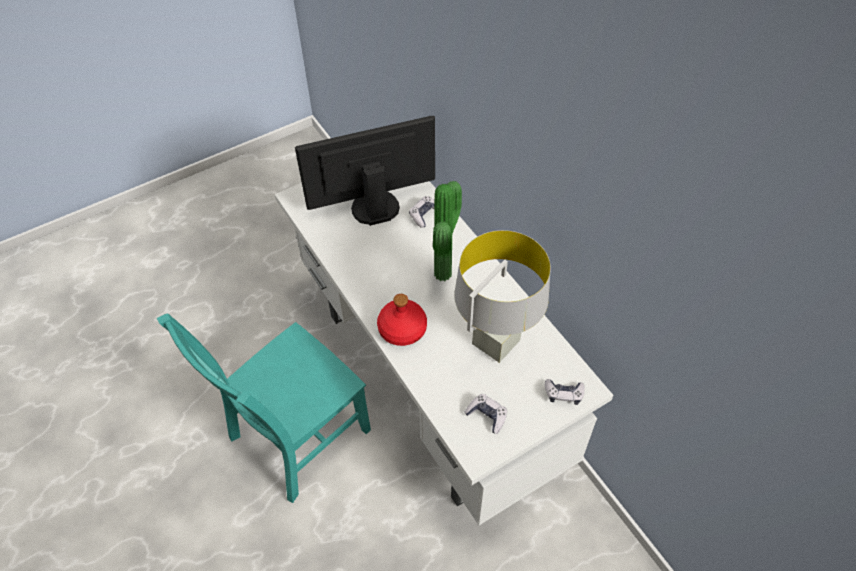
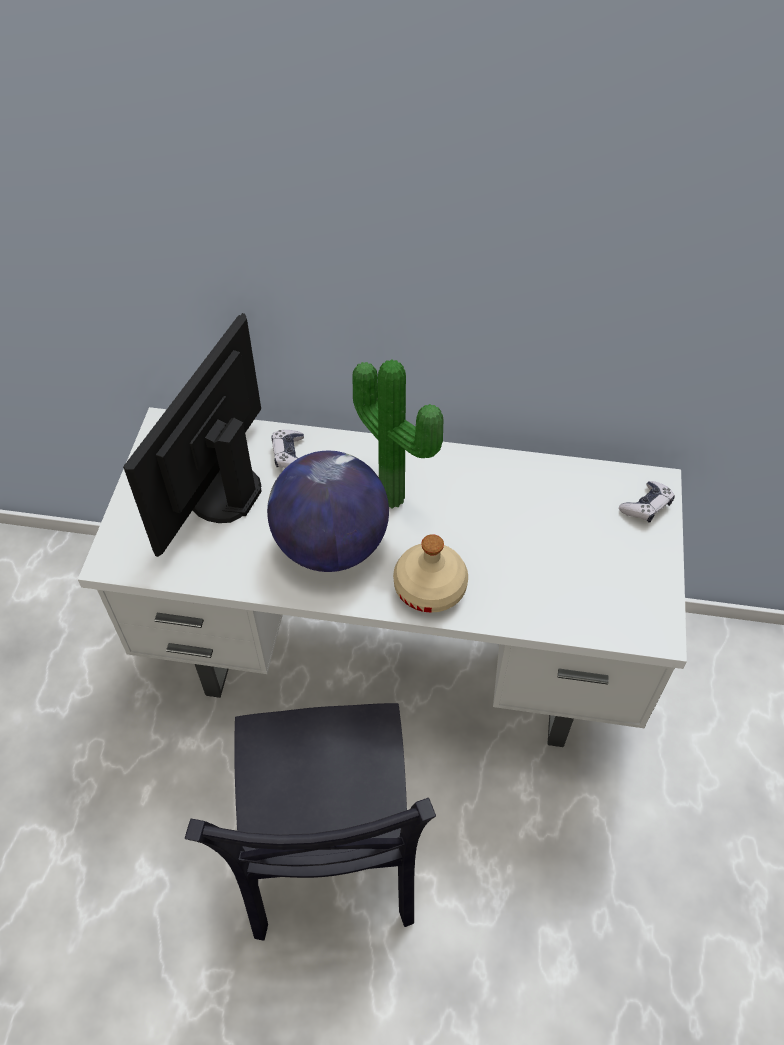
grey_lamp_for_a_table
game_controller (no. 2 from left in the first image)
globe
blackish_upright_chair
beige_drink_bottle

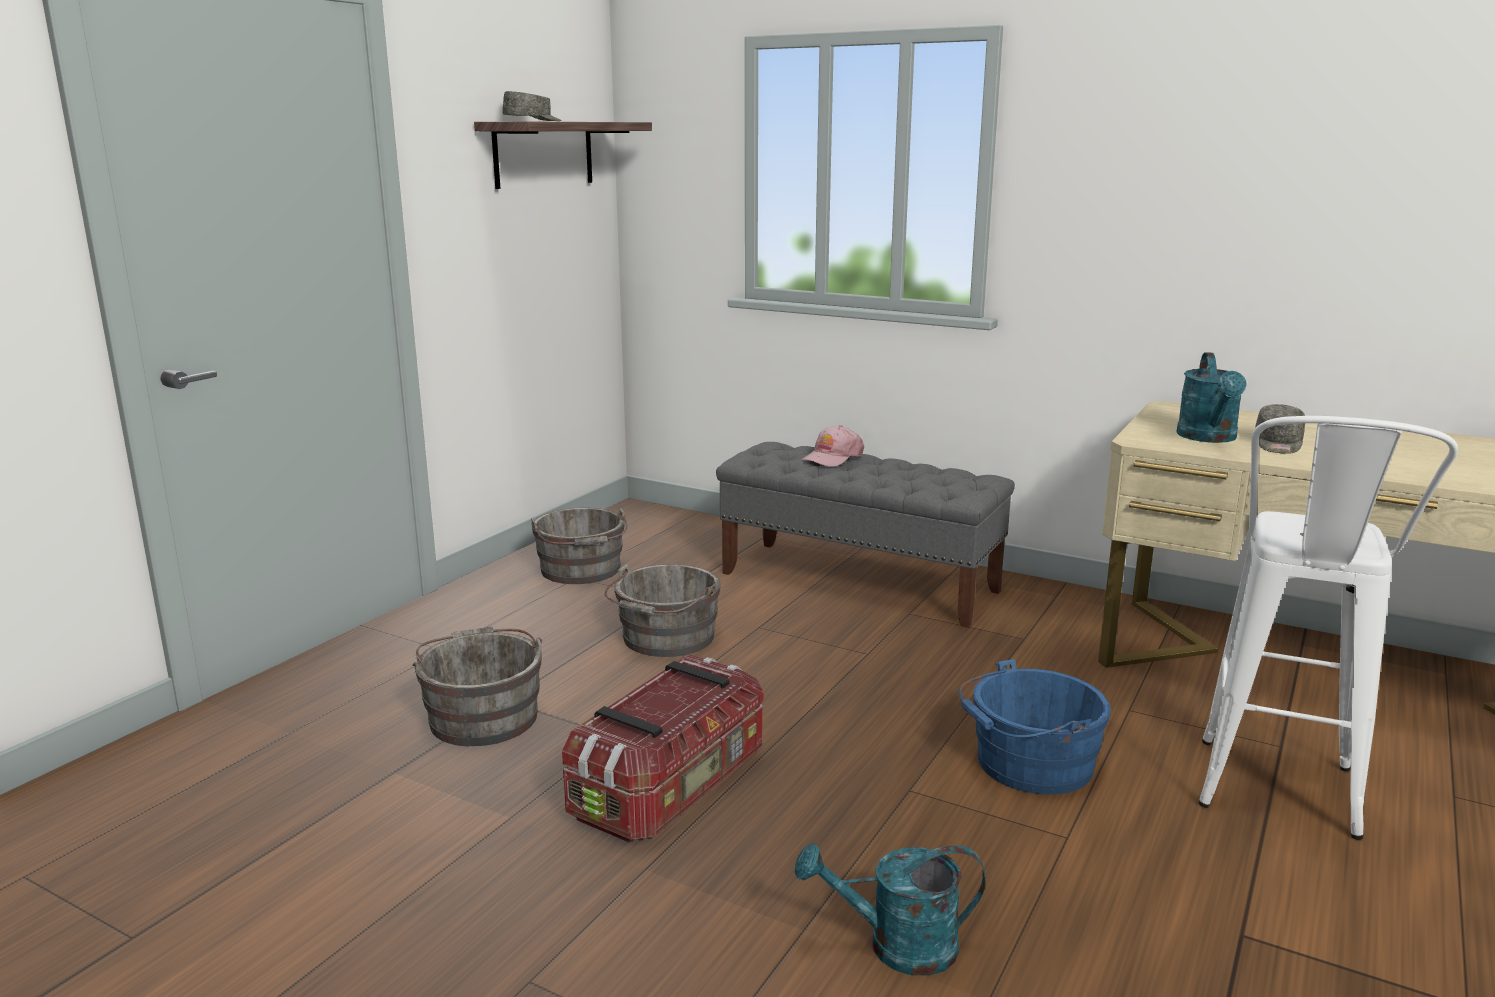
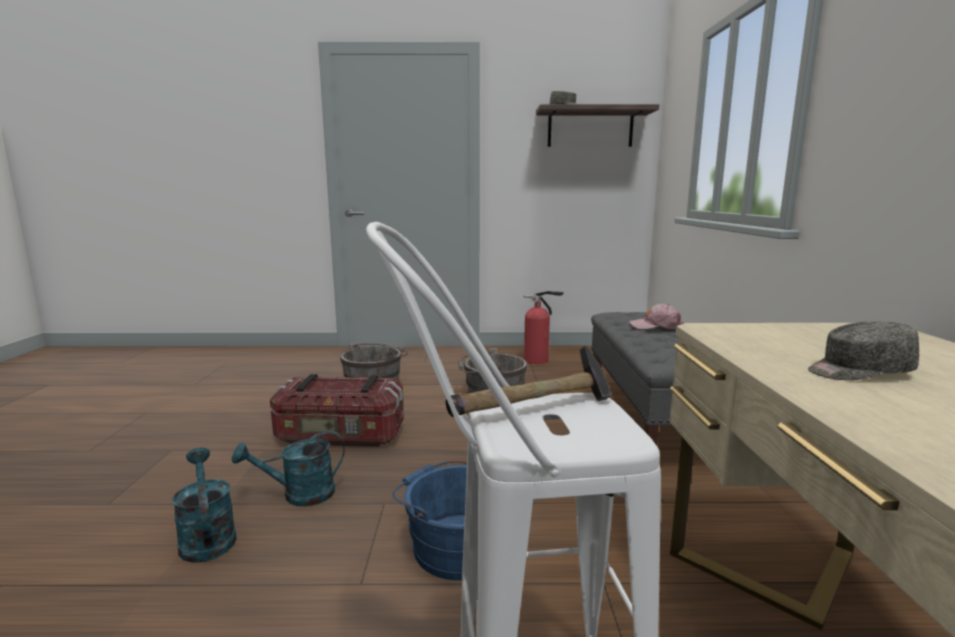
hammer
blue-green_watering_pot (no. 2 from left)
extinguisher

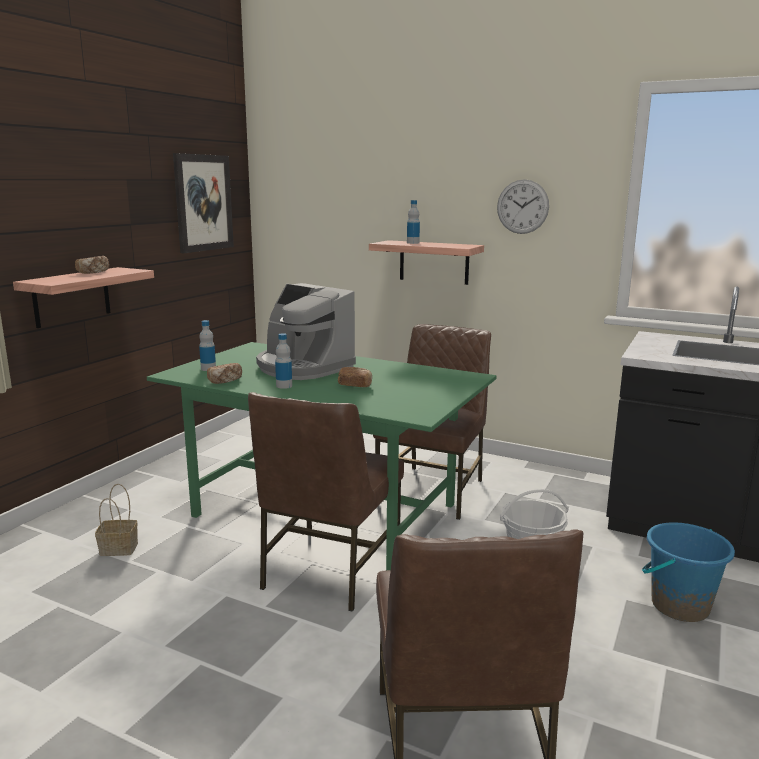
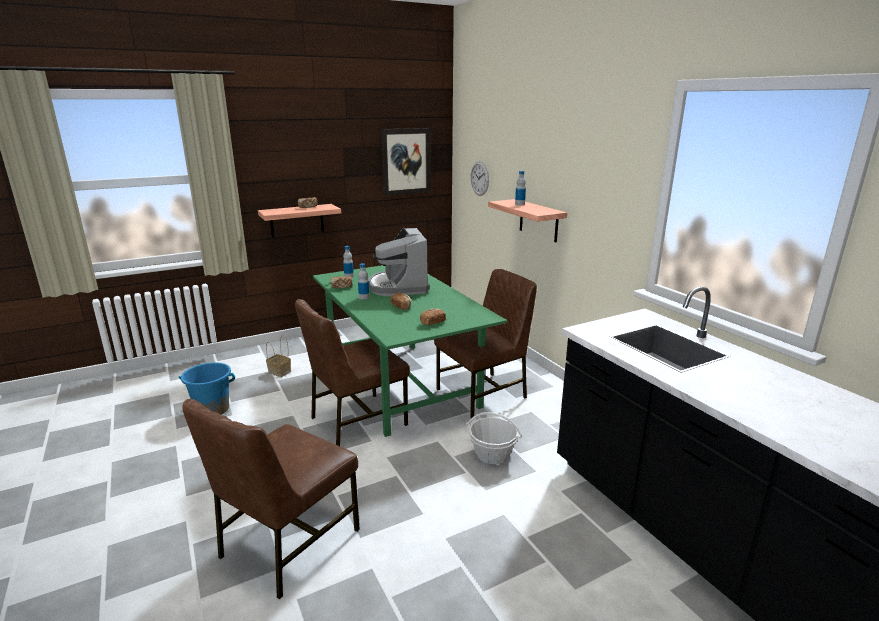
bakery_bread (no. 4 from left)
wall_clock
bluish_bucket

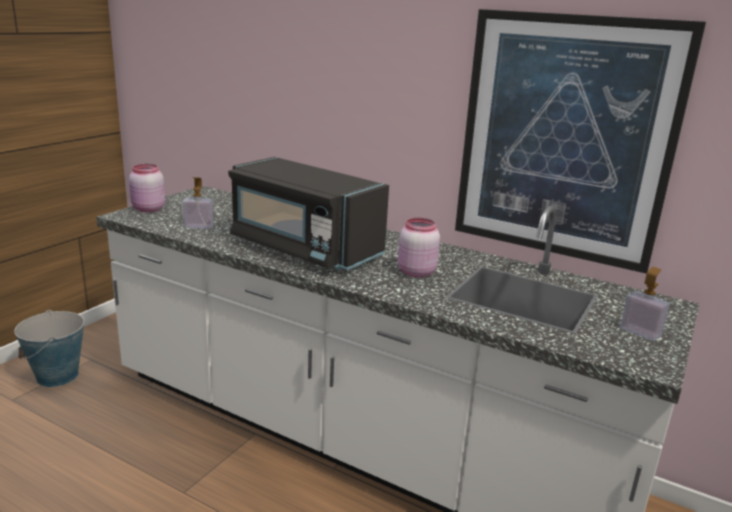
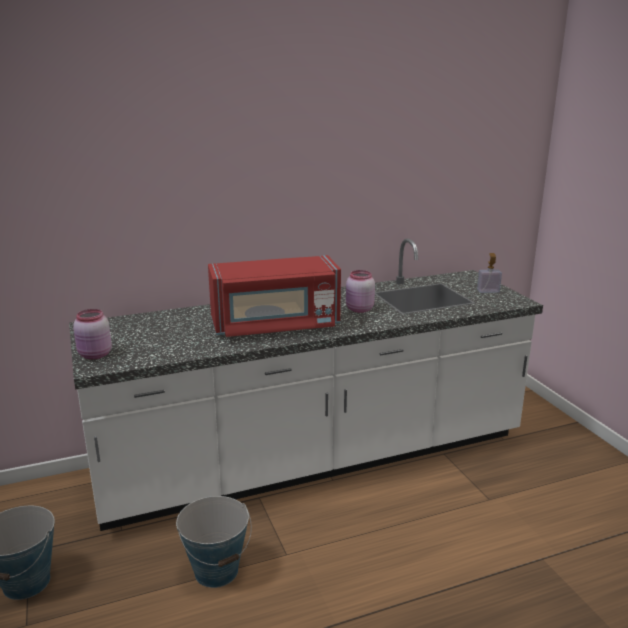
liquid_soap_bottle (no. 1 from left in the first image)
picture
bucket (no. 2 from left)
reddish_microwave

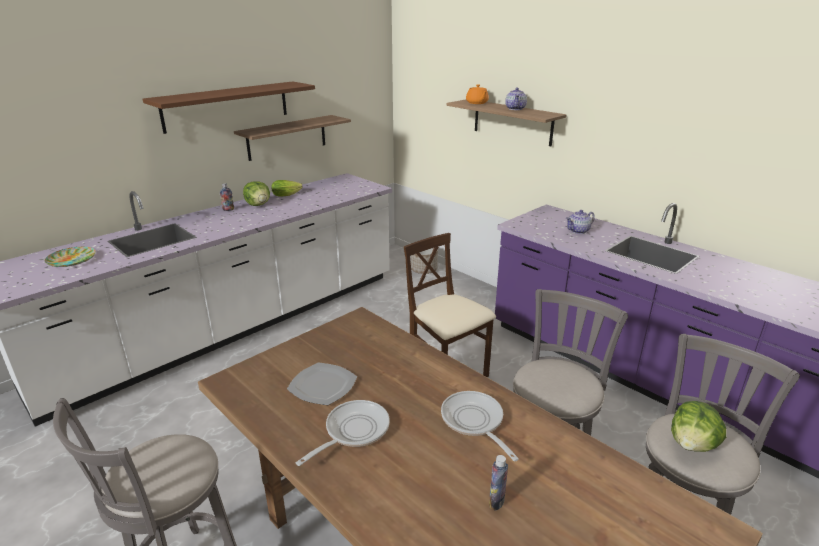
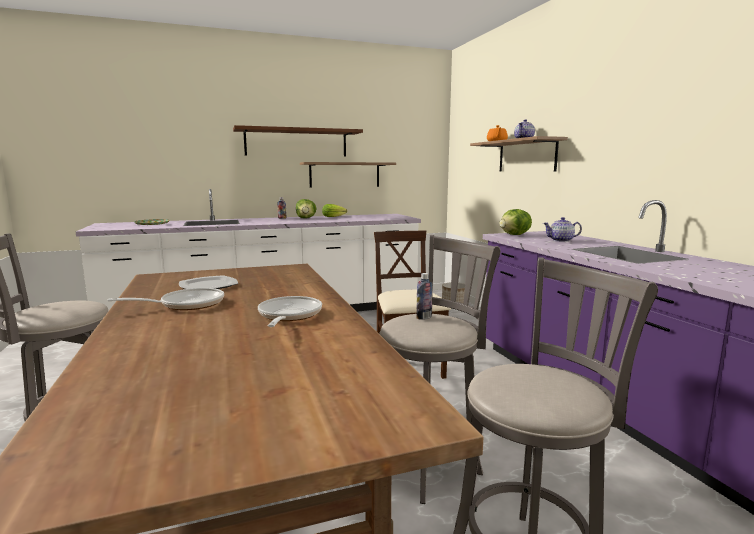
drink_bottle (no. 2 from left)
lettuce_head (no. 3 from left)

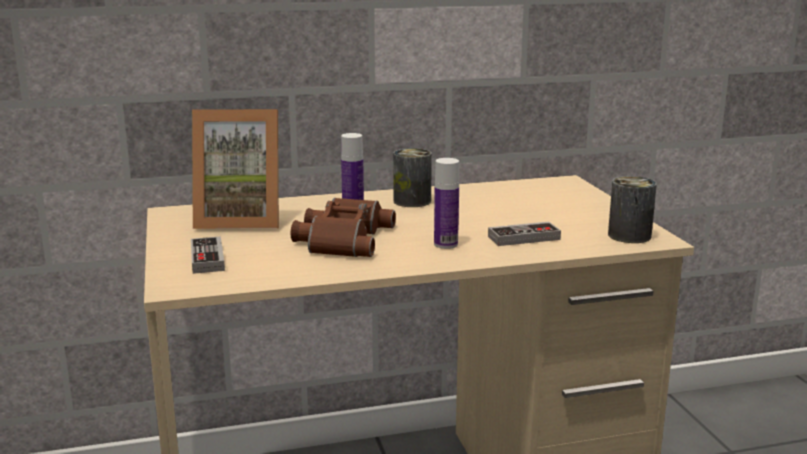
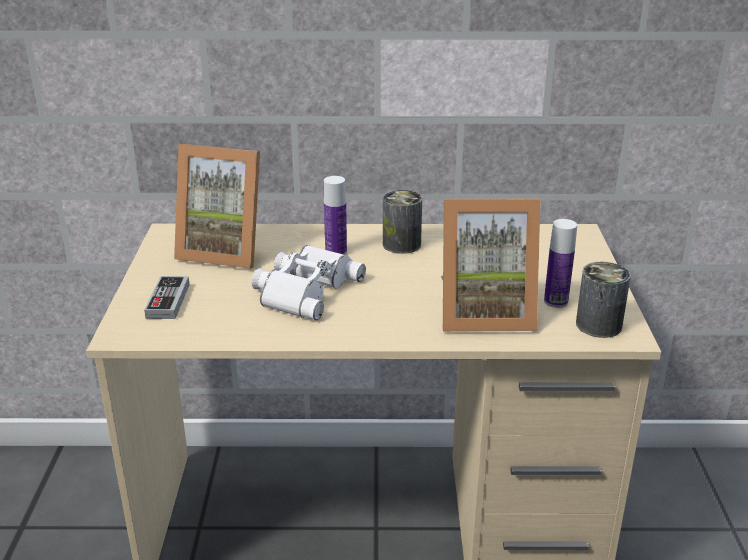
drink_bottle (no. 2 from left)
standing_frame (no. 2 from left)
white-coloured_pair_of_binoculars

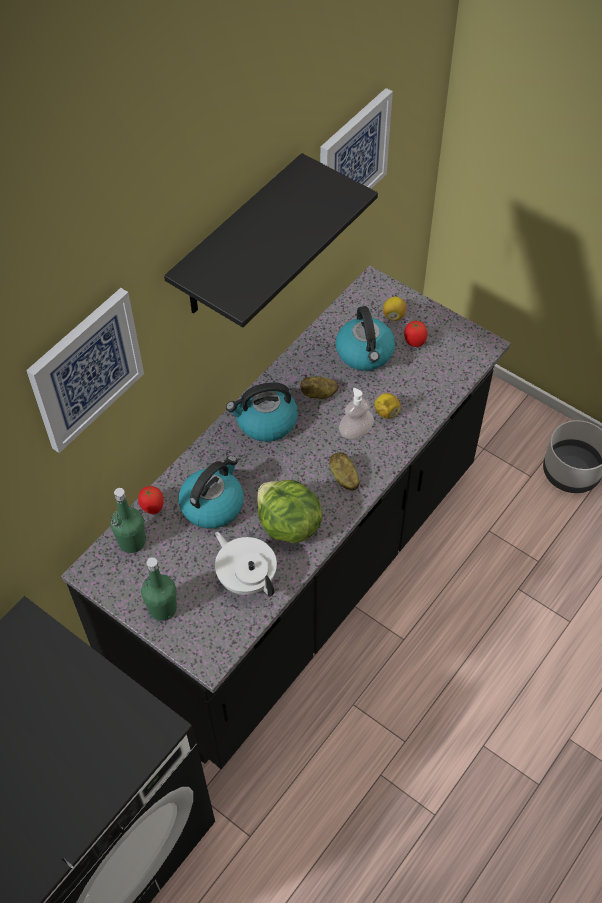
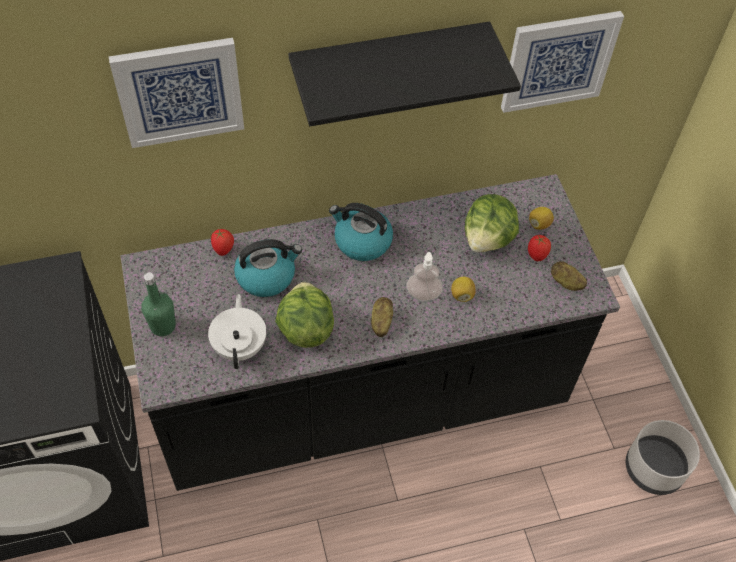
greenish_drink_bottle (no. 1 from left in the first image)
spud (no. 2 from left)
lettuce_head (no. 2 from left)

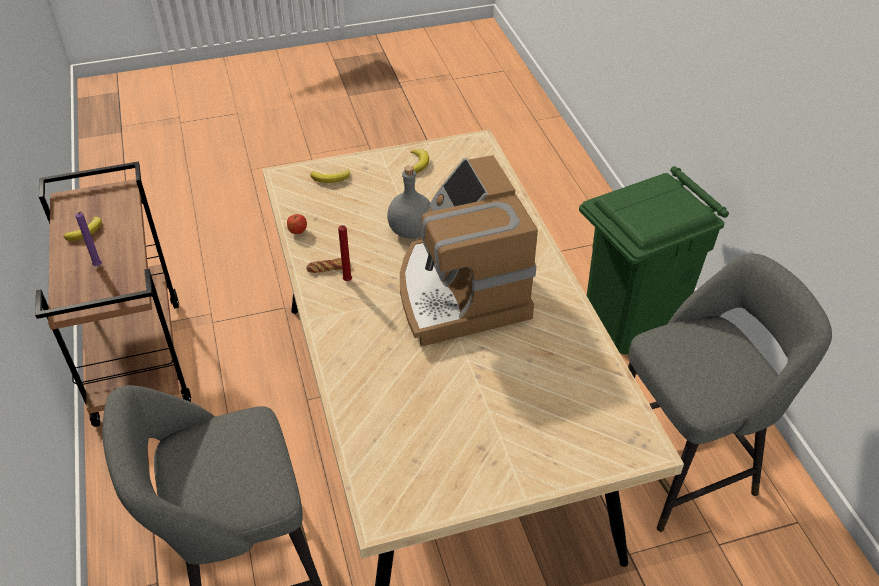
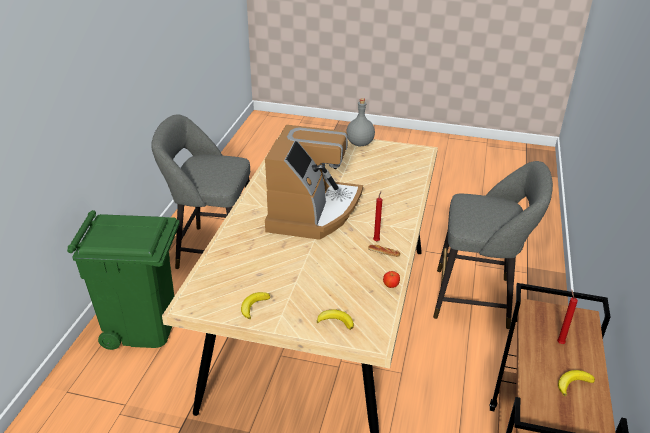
grey_drink_bottle
reddish_candle (no. 2 from left)

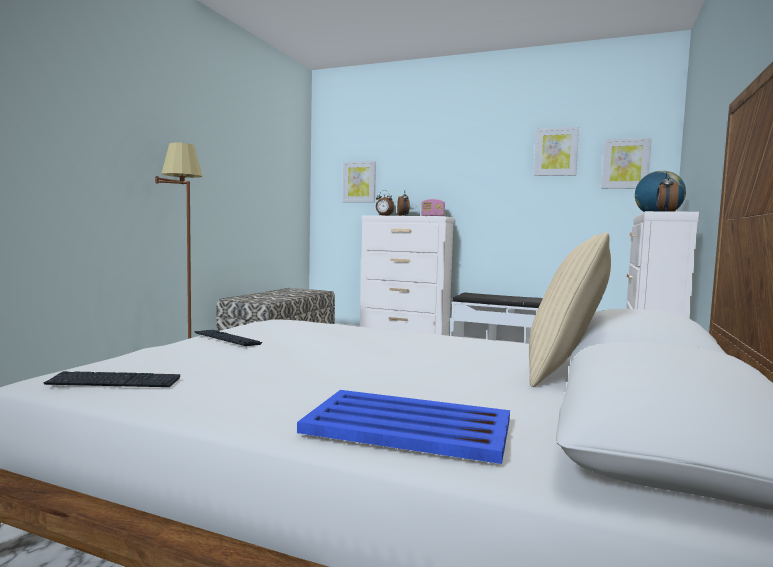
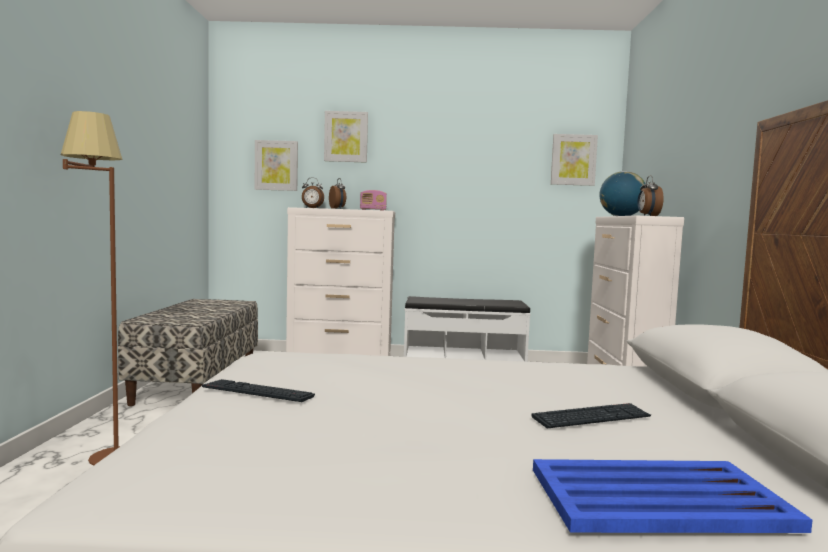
beige_cushion
computer_keyboard (no. 2 from left)
picture (no. 2 from left)

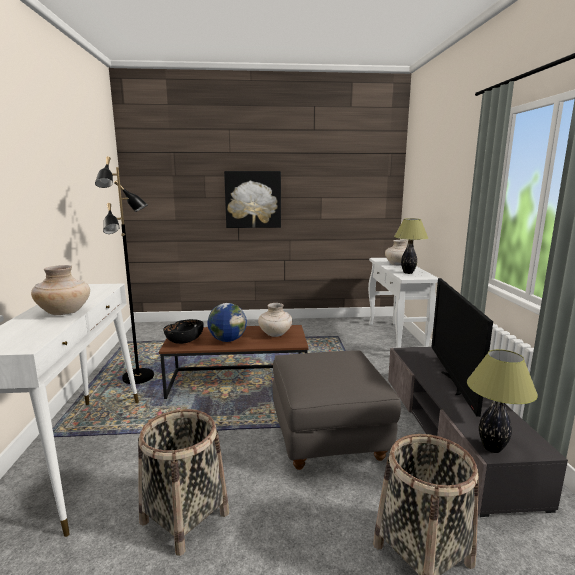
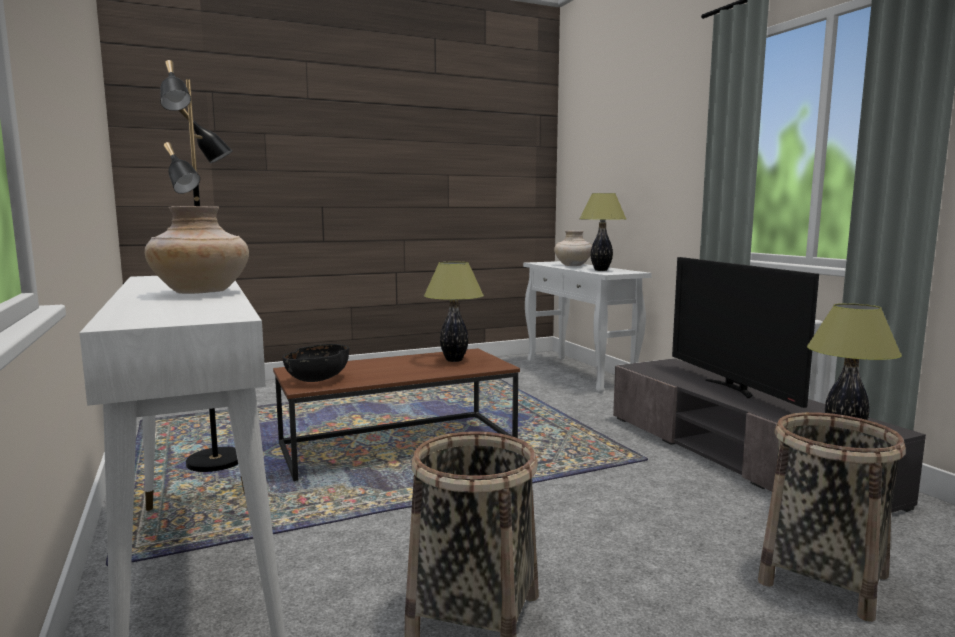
globe
picture
grey_pouffe
lamp_for_a_table (no. 1 from left)

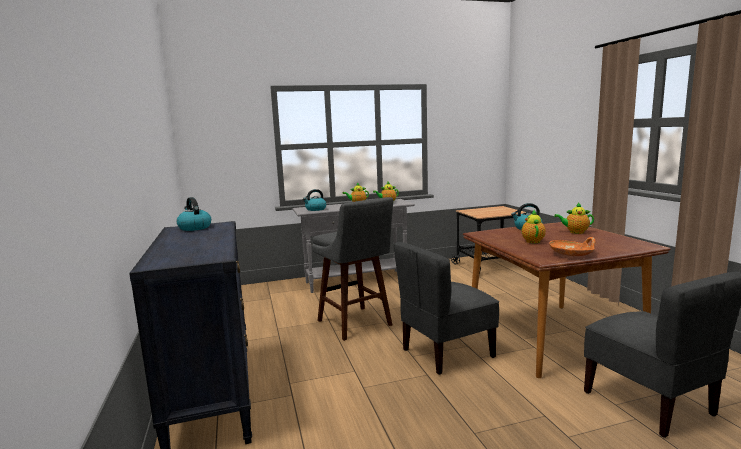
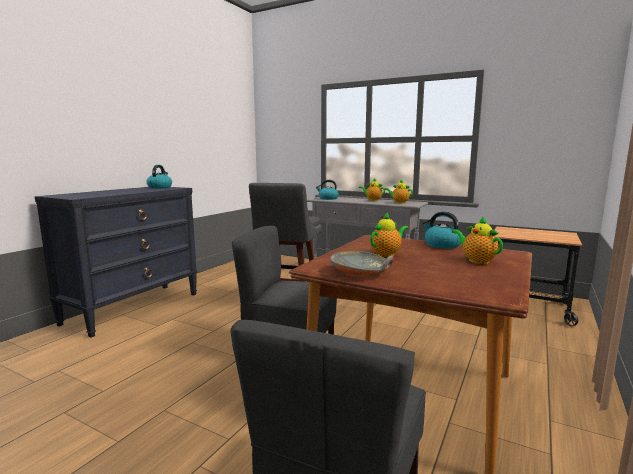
grey_bowl

